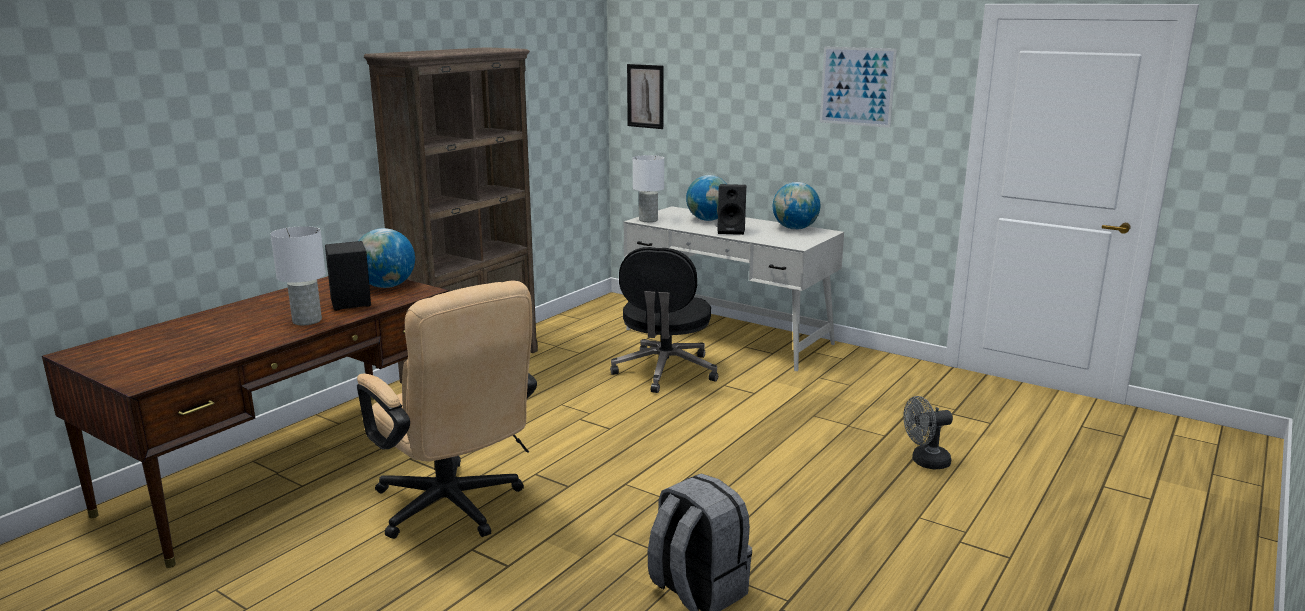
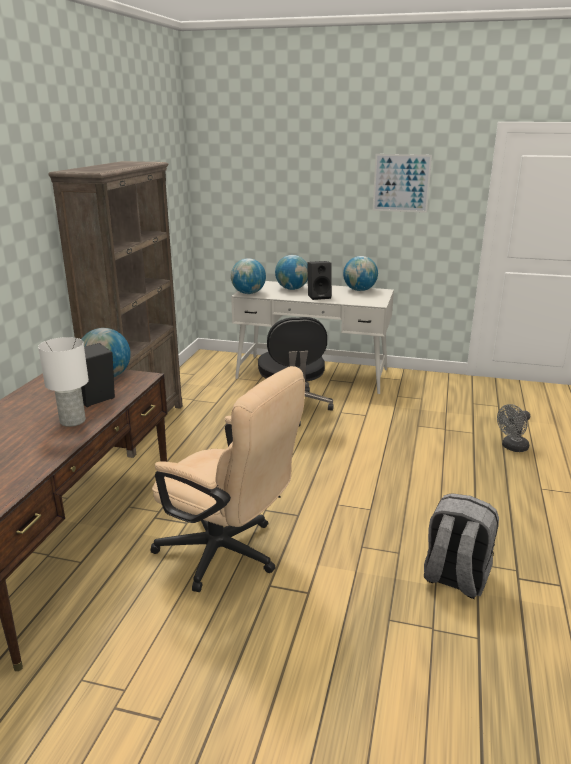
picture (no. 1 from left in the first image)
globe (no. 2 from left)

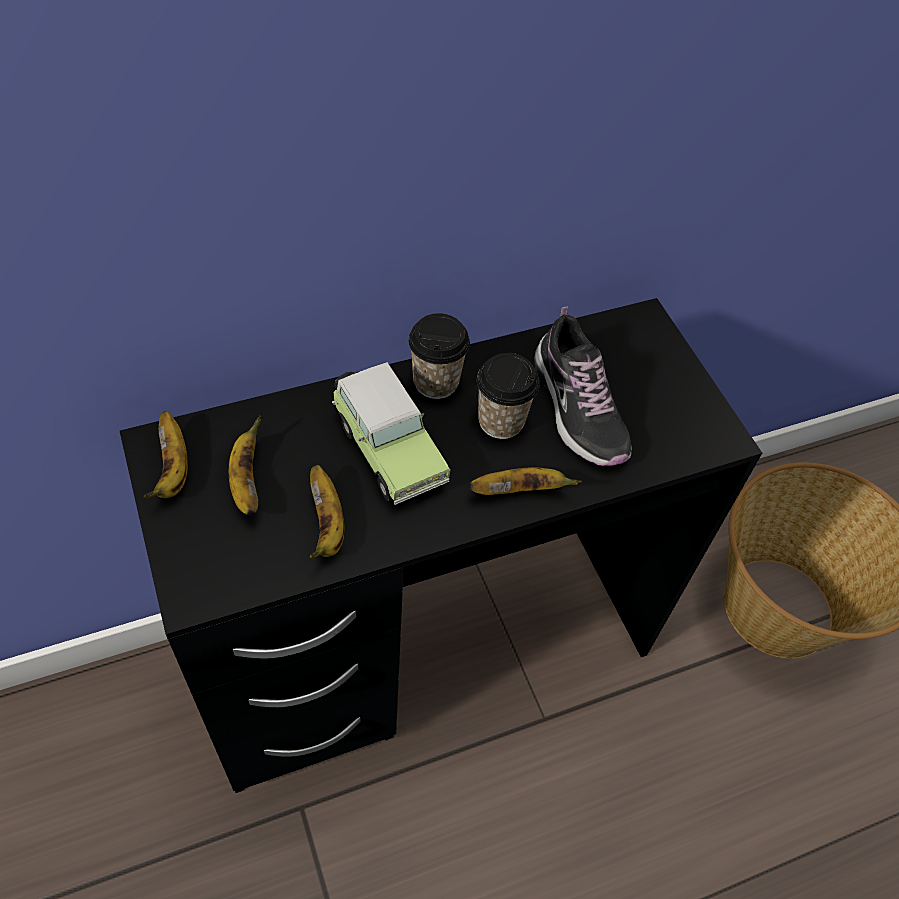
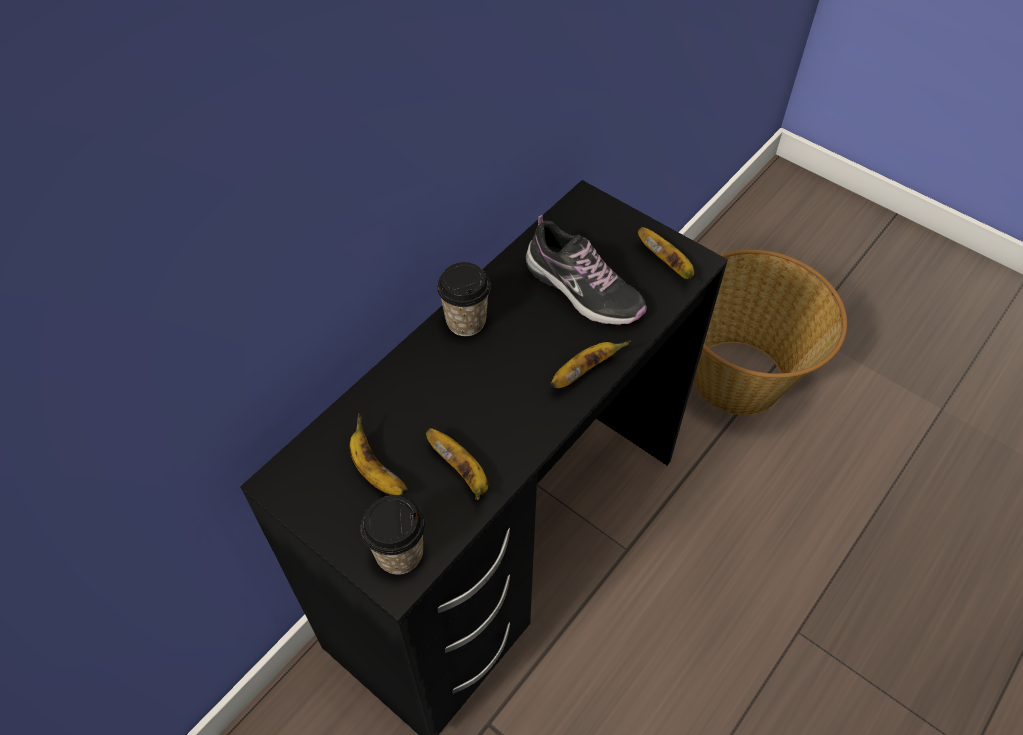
toy_car
banana (no. 4 from left)
small_cup (no. 1 from left)

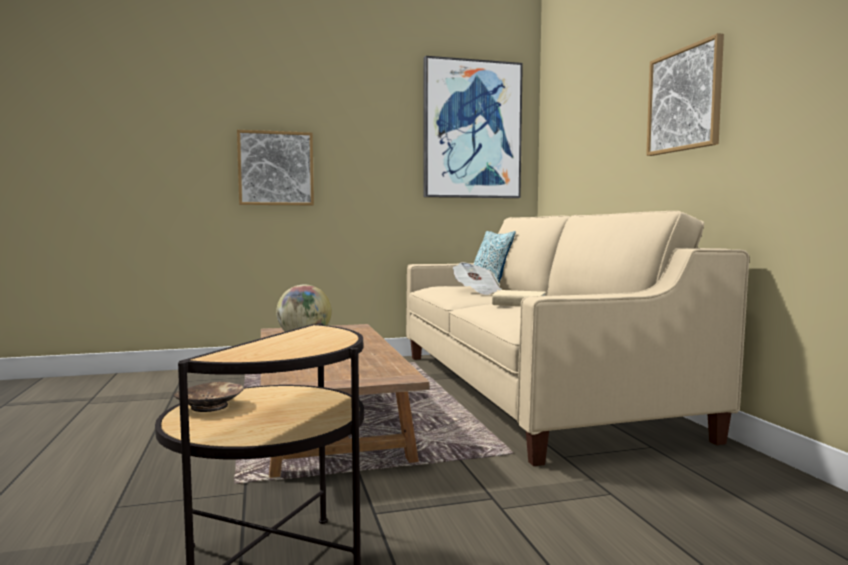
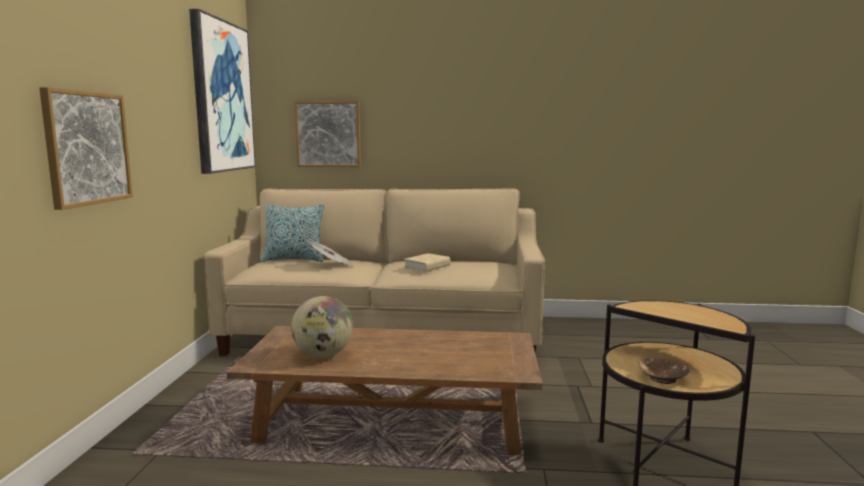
picture (no. 3 from left)

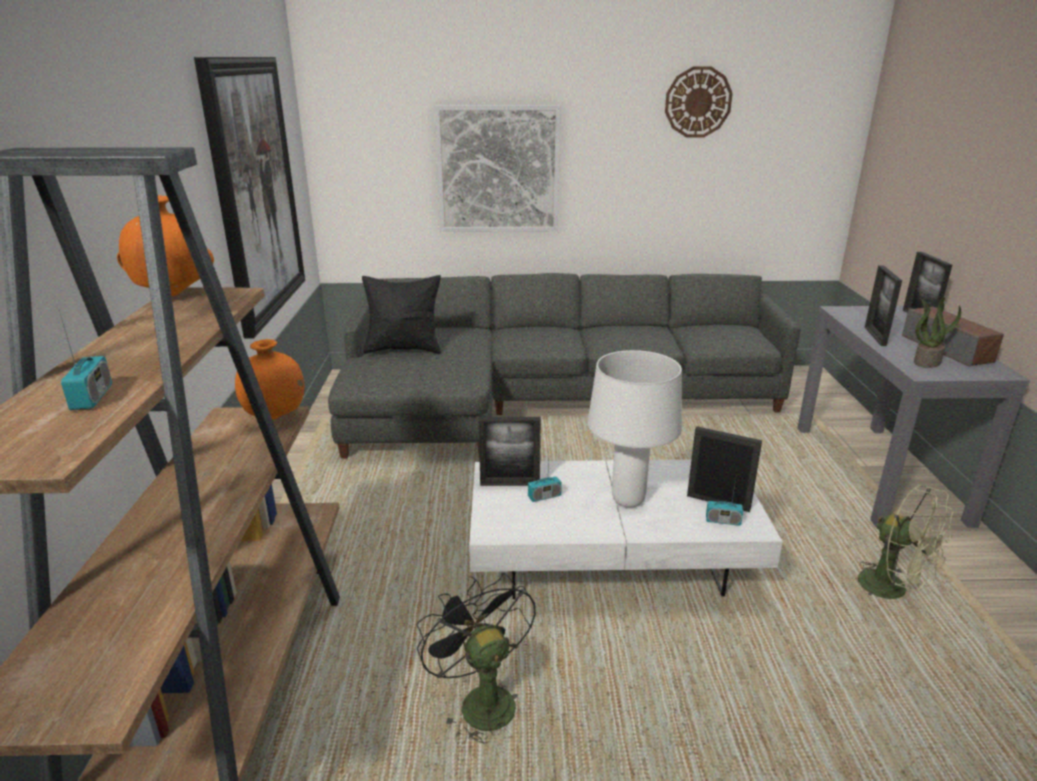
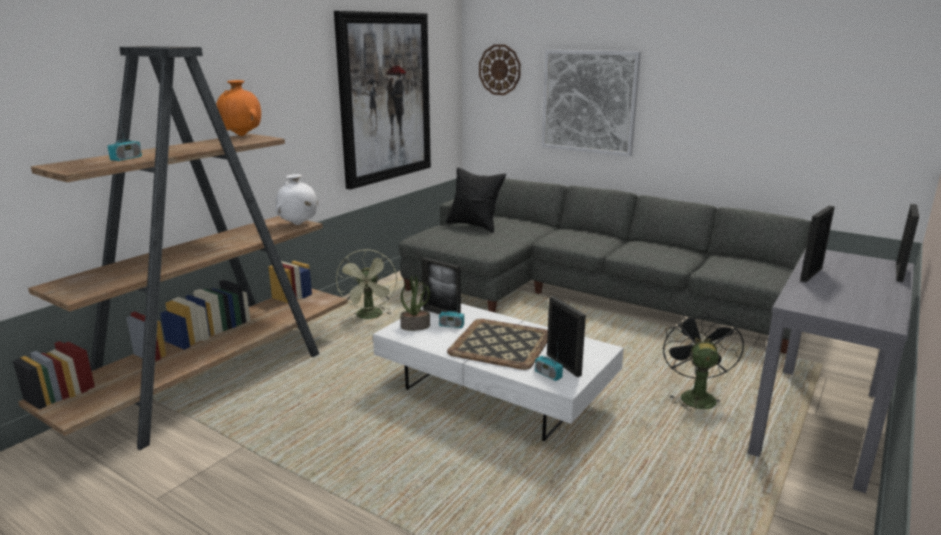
loudspeaker
blackish_cooling_fan
wall_clock
greenish_cooling_fan
potted_plant
serving_tray
white-coloured_flower_vase

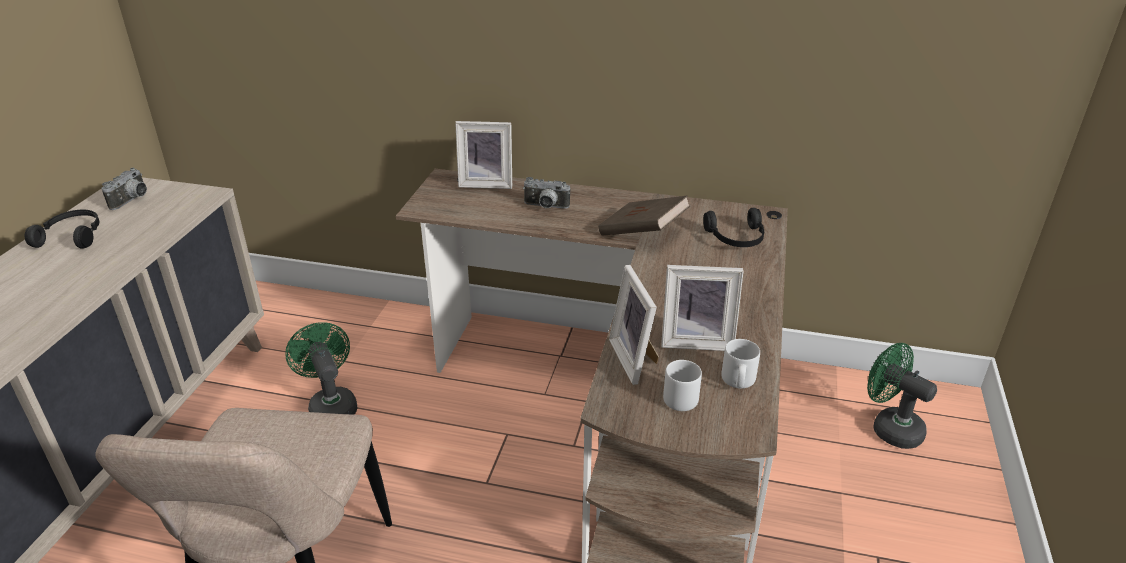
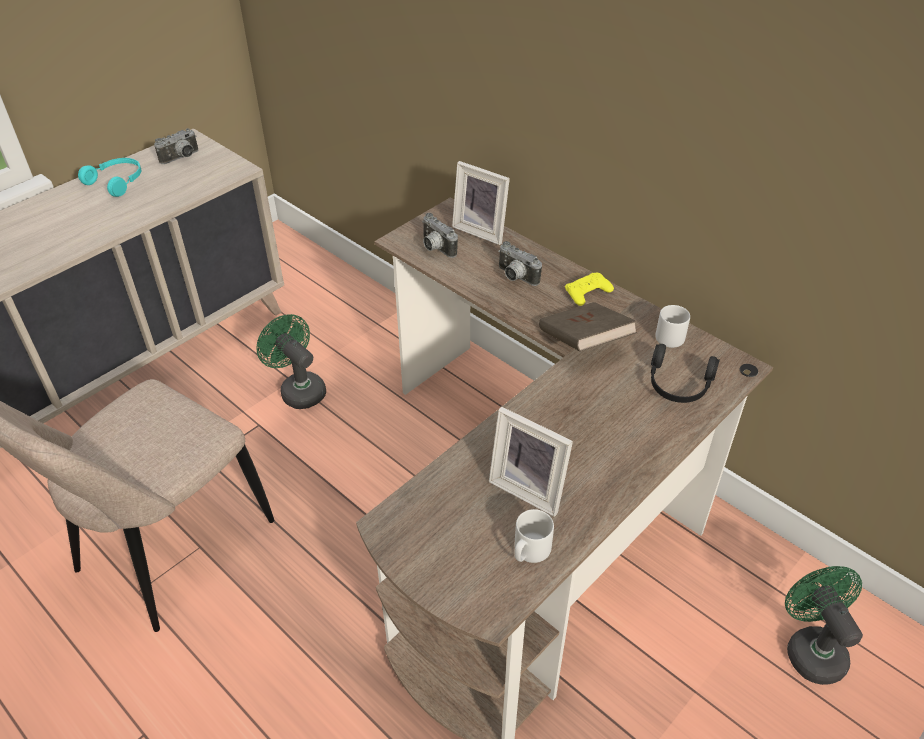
standing_frame (no. 2 from left in the first image)
still_camera (no. 2 from left)
yellow-coloured_game_controller
grey_tea_mug (no. 2 from left)
blue-green_headphones
greenish_cooling_fan (no. 1 from left)

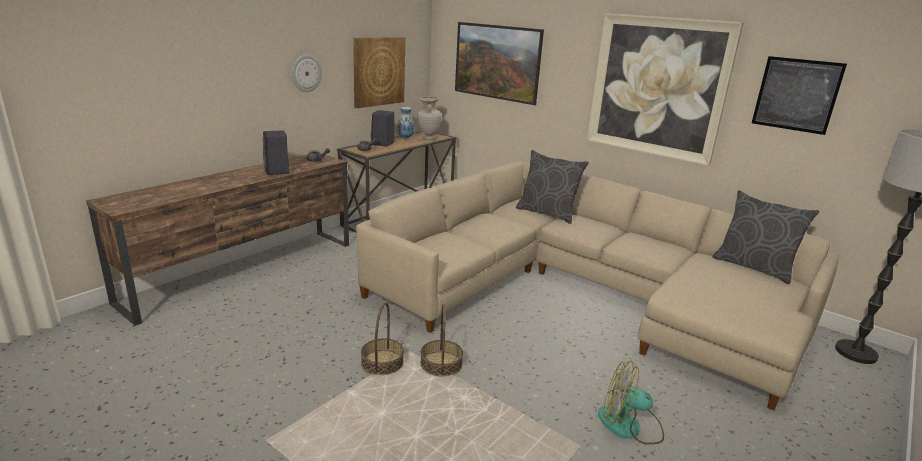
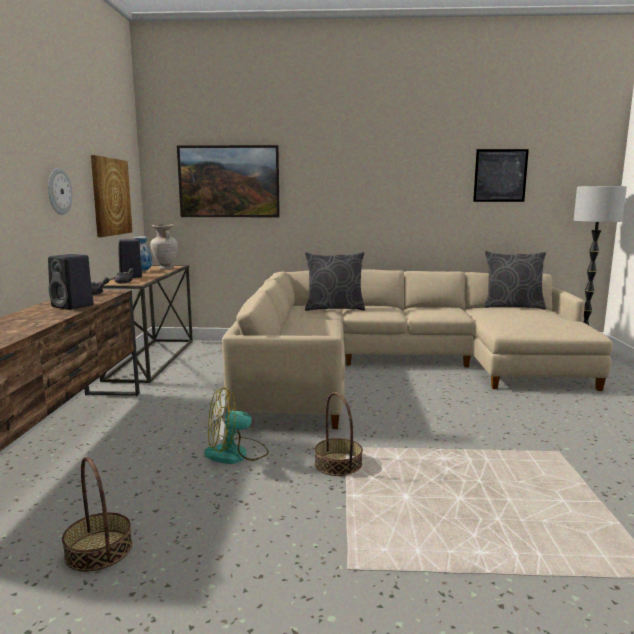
picture (no. 3 from left in the first image)
household_basket (no. 1 from left)
cooling_fan

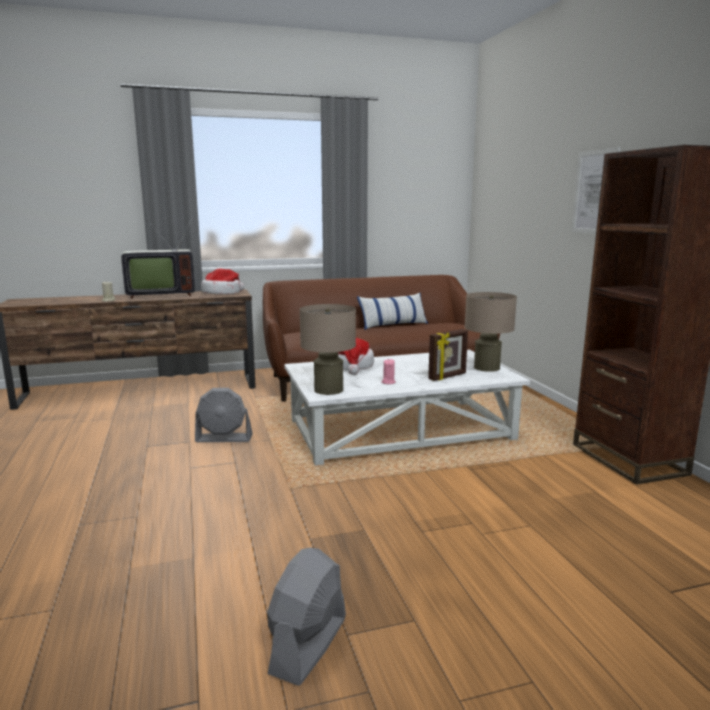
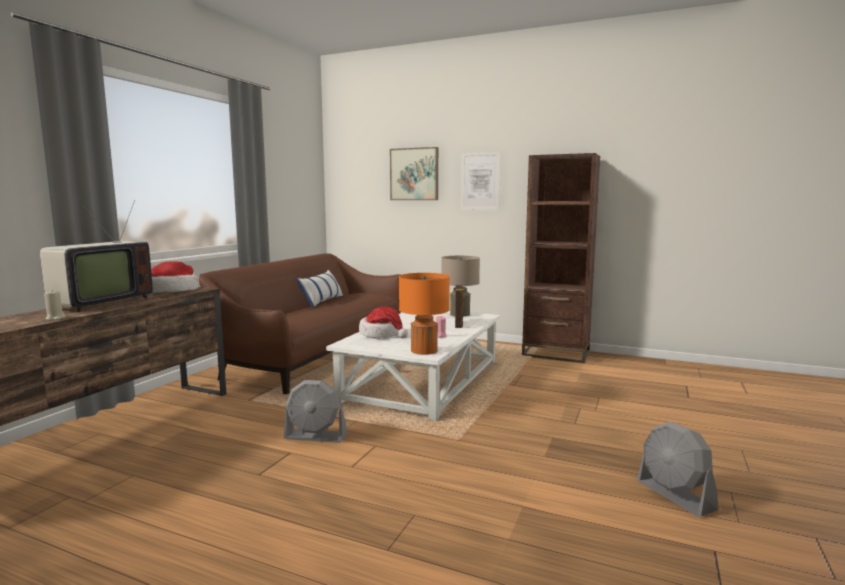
picture (no. 1 from left)
orange_lamp_for_a_table
grey_cooling_fan (no. 1 from left)

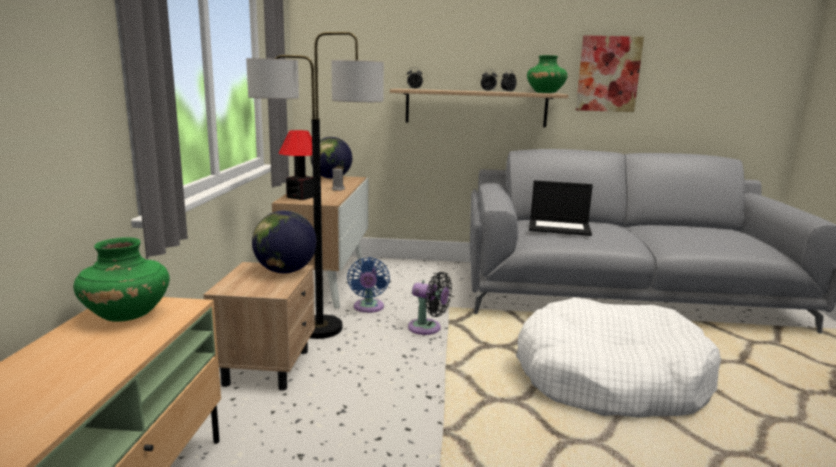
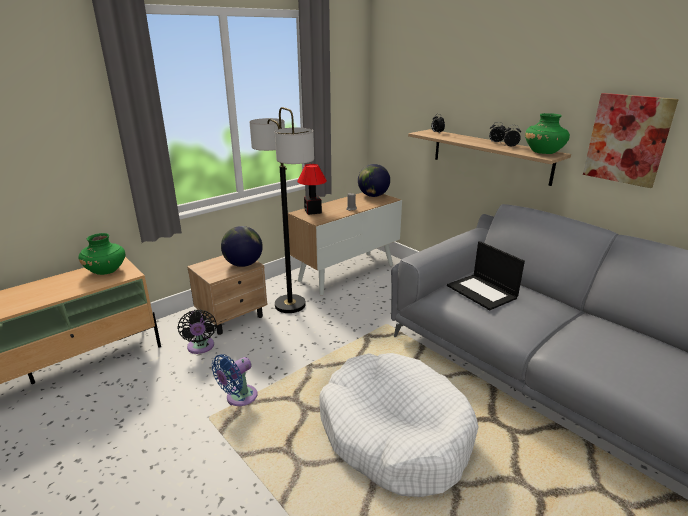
bluish_cooling_fan
blackish_cooling_fan

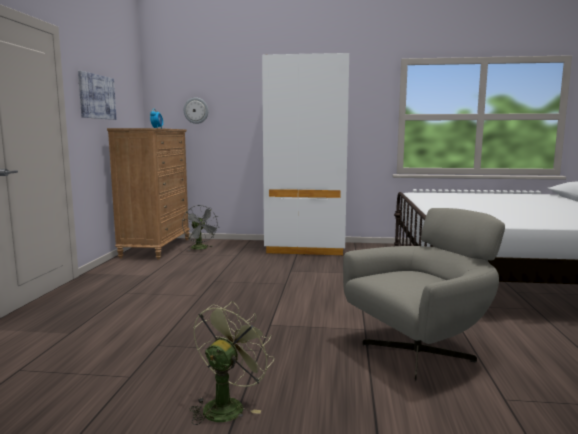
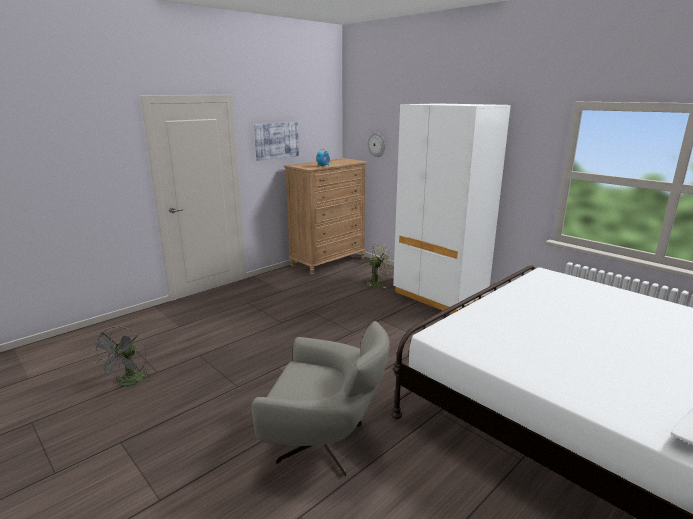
grey_cooling_fan
greenish_cooling_fan

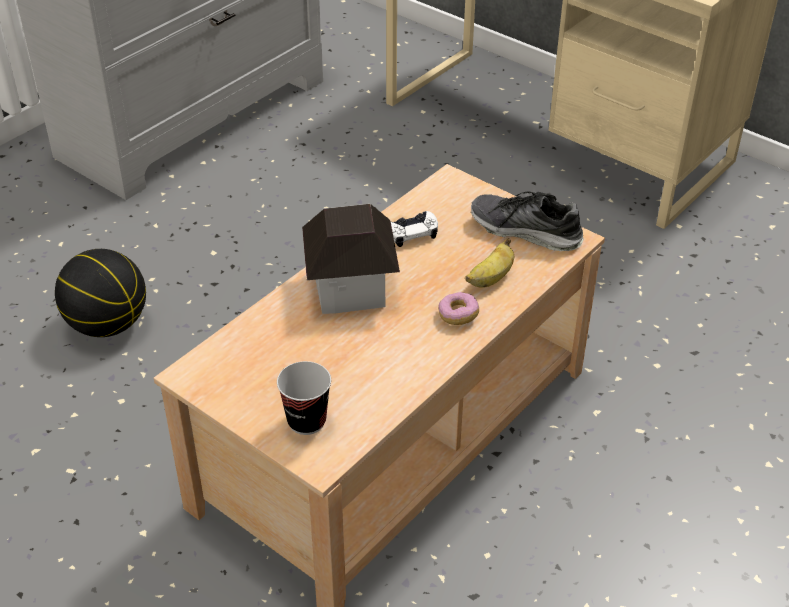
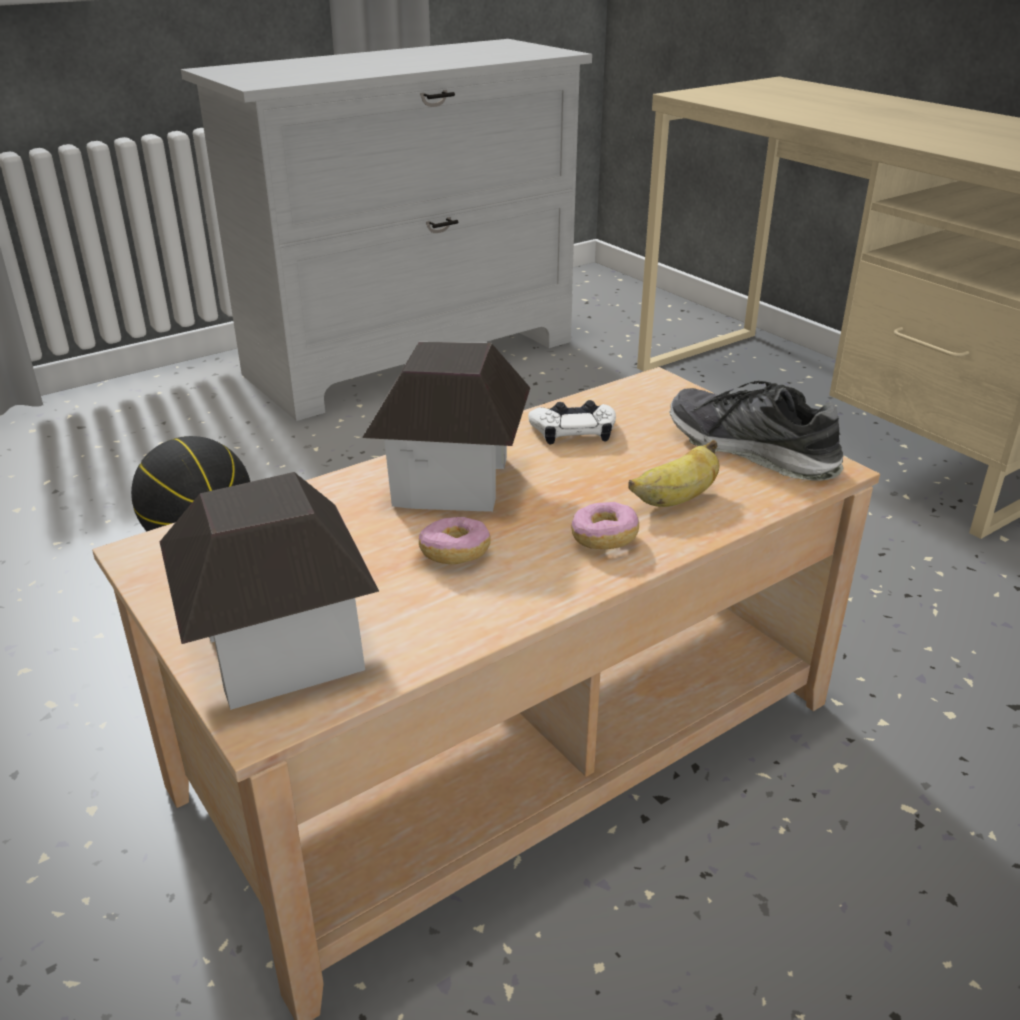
doughnut (no. 1 from left)
toy_house (no. 1 from left)

